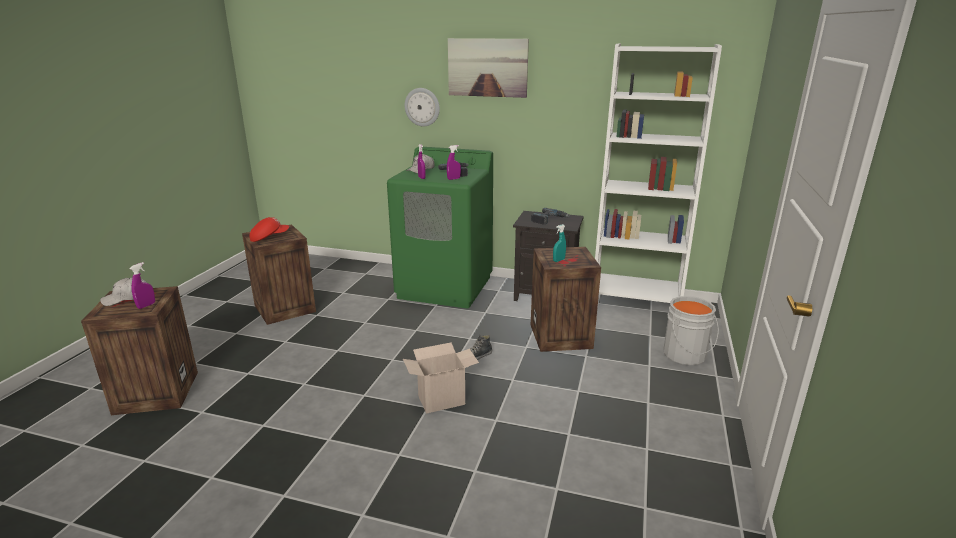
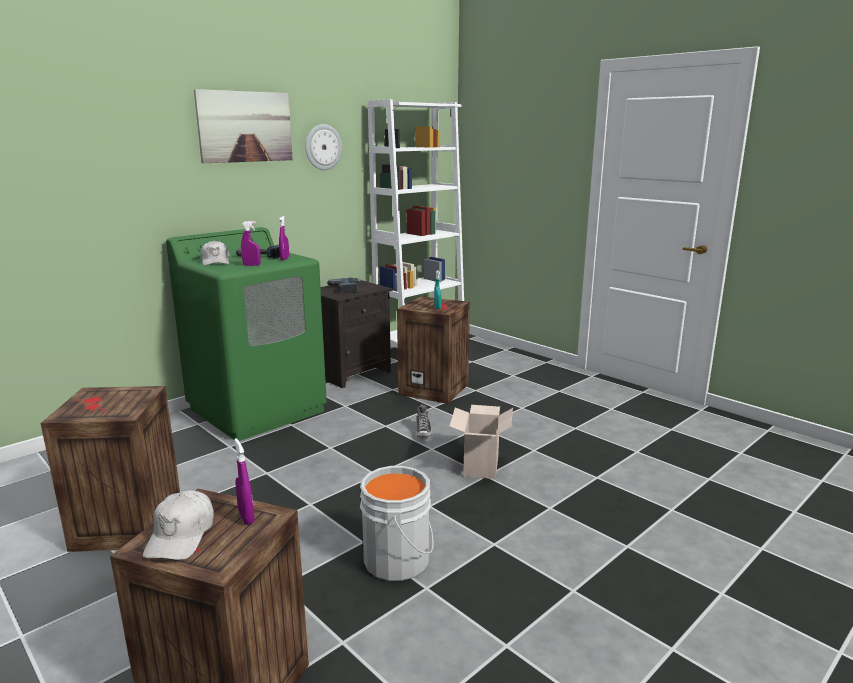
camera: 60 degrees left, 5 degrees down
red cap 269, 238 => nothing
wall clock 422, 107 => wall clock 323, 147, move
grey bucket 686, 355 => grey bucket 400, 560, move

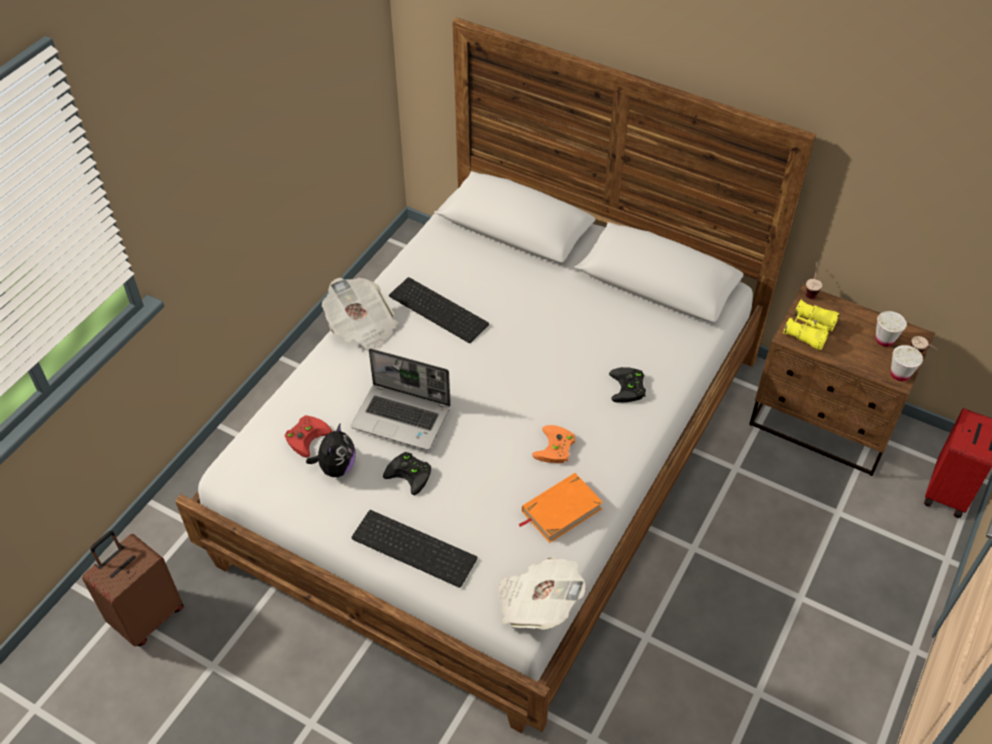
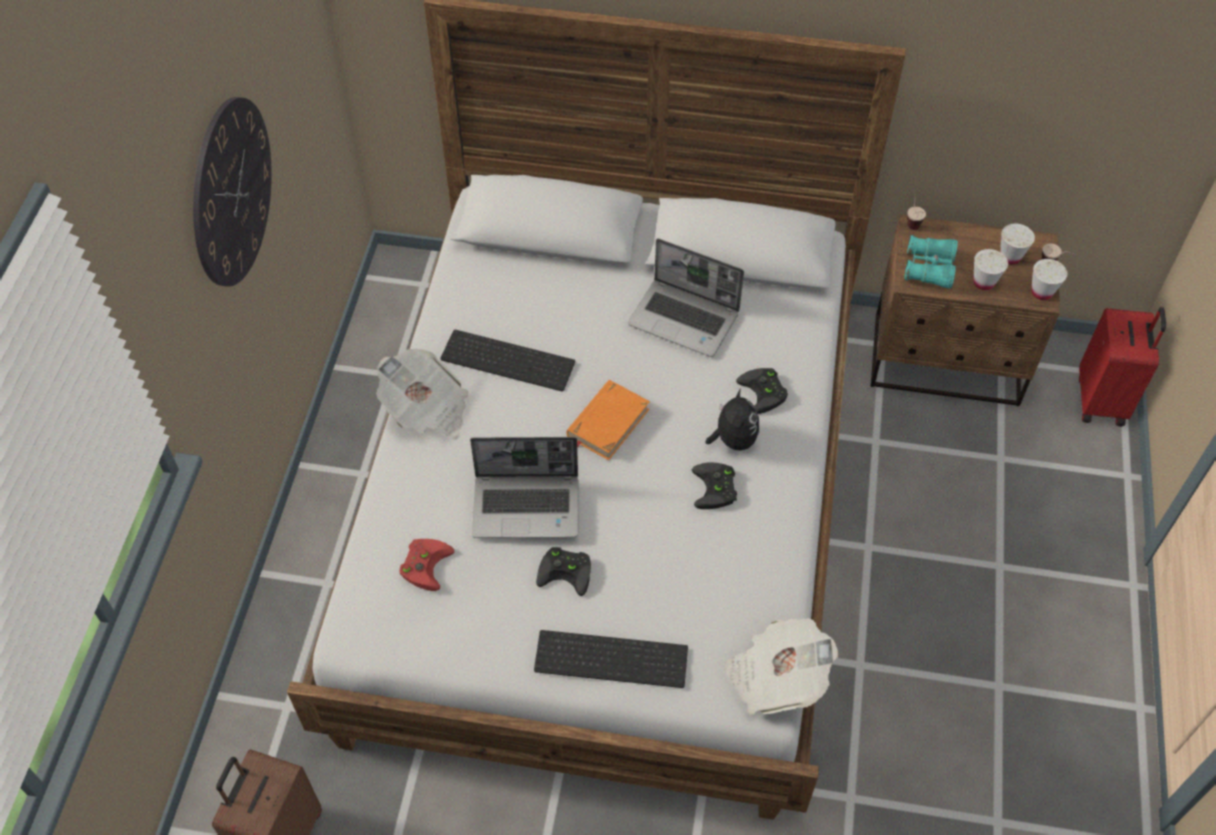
camera: 20 degrees left, 5 degrees up
nothing => wall clock 231, 192
nothing => laptop 685, 319
nothing => white cup 983, 282
plush toy 336, 467 => plush toy 733, 439, move
orange book 561, 510 => orange book 607, 423, move
orange game controller 555, 448 => black game controller 716, 489
yellow binoculars 809, 331 => turquoise binoculars 929, 268

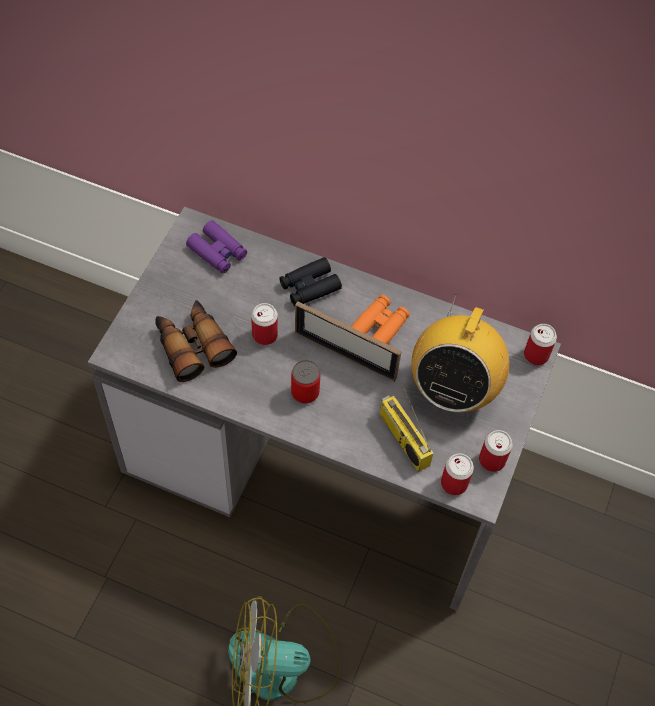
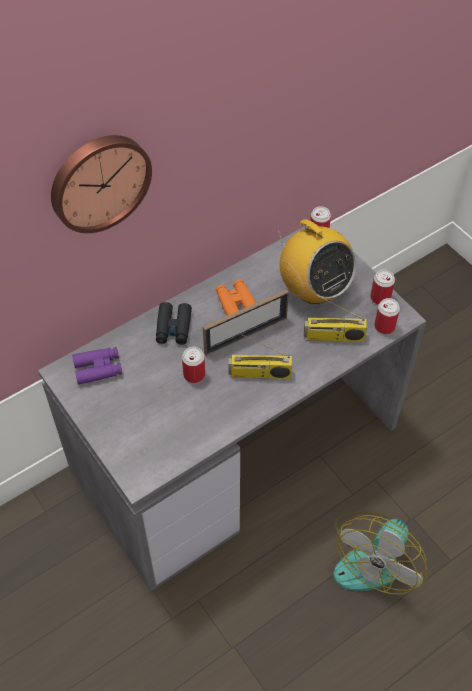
camera: 55 degrees left, 5 degrees down
binoculars 192, 345 => nothing
nothing => wall clock 99, 181
can 305, 392 => radio 259, 374

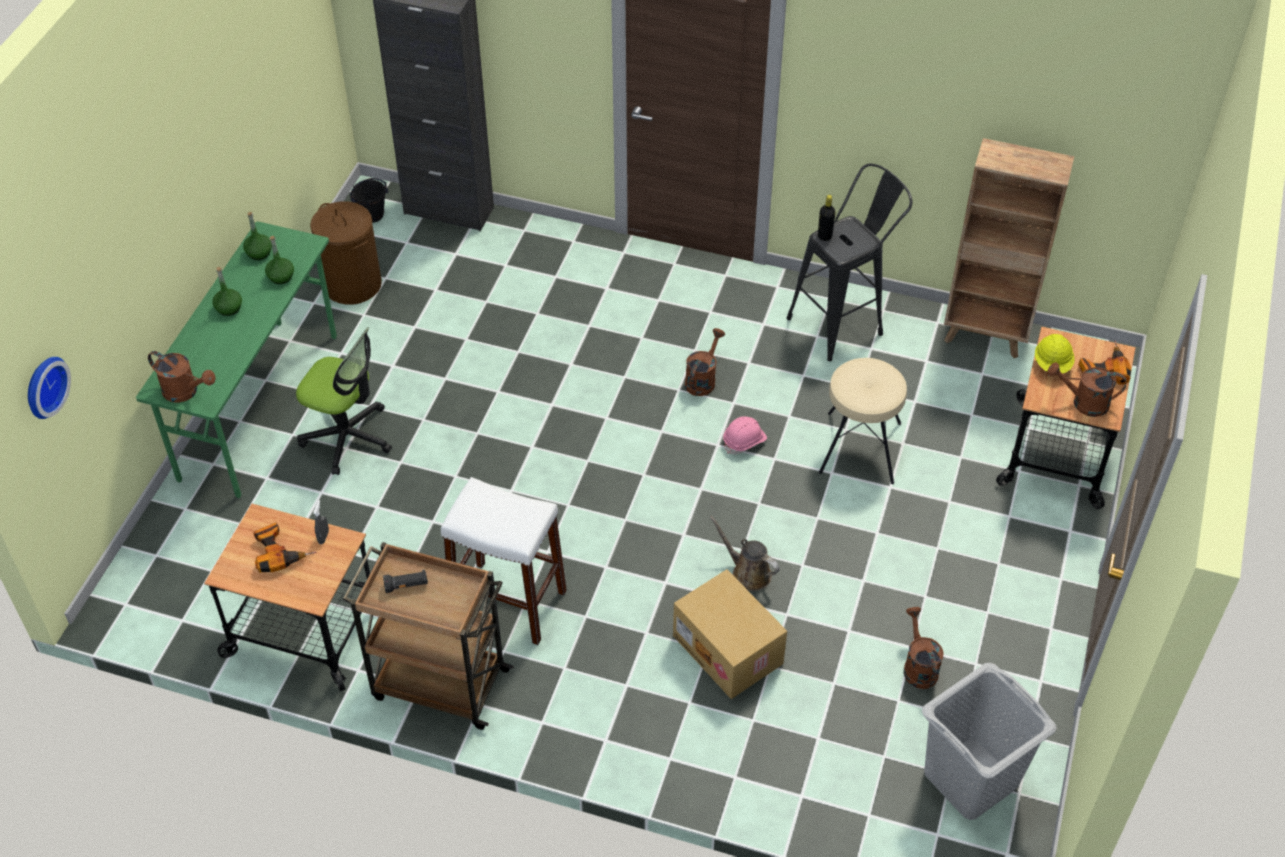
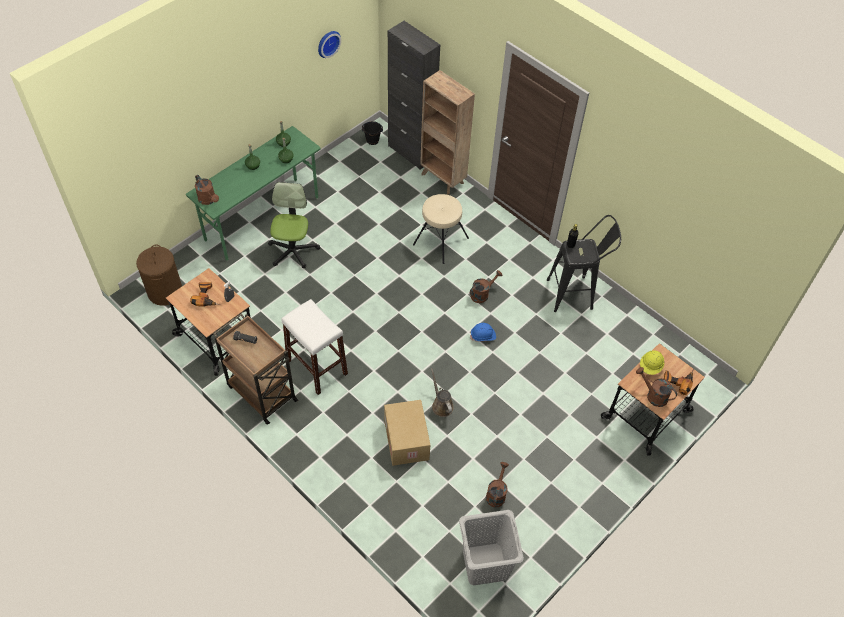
camera: 25 degrees right, 5 degrees up
wall clock 43, 386 => wall clock 327, 43, move
brown laundry basket 353, 285 => brown laundry basket 165, 292, move
beige stool 859, 447 => beige stool 440, 241, move
brown bookcase 986, 335 => brown bookcase 443, 179, move
pink hard hat 744, 441 => blue hard hat 483, 336
office chair 348, 437 => office chair 293, 251, 135 degrees counterclockwise

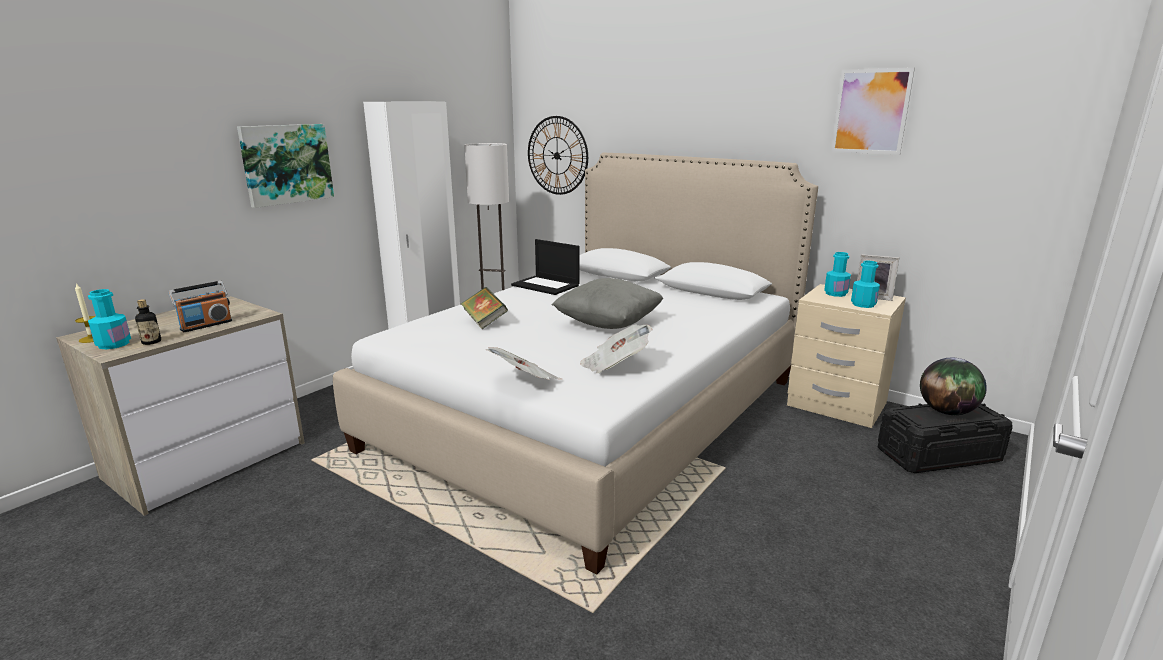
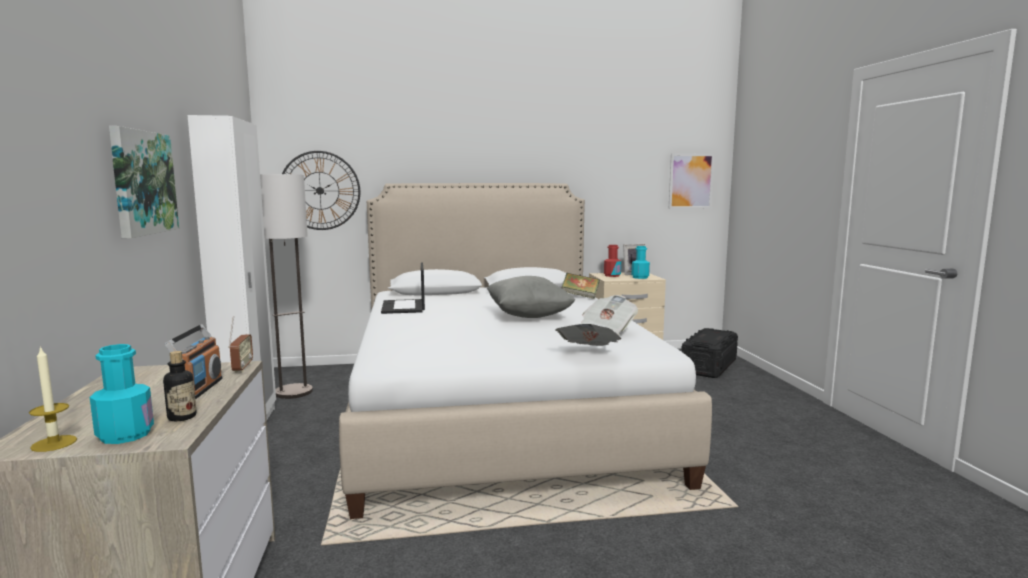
camera: 45 degrees left, 10 degrees down
globe 946, 412 => nothing
nothing => radio 242, 368
book 484, 321 => book 580, 296, move
picture 870, 111 => picture 691, 181, move
turquoise bottle 835, 293 => red bottle 612, 275
laptop 546, 285 => laptop 404, 307, 90 degrees clockwise

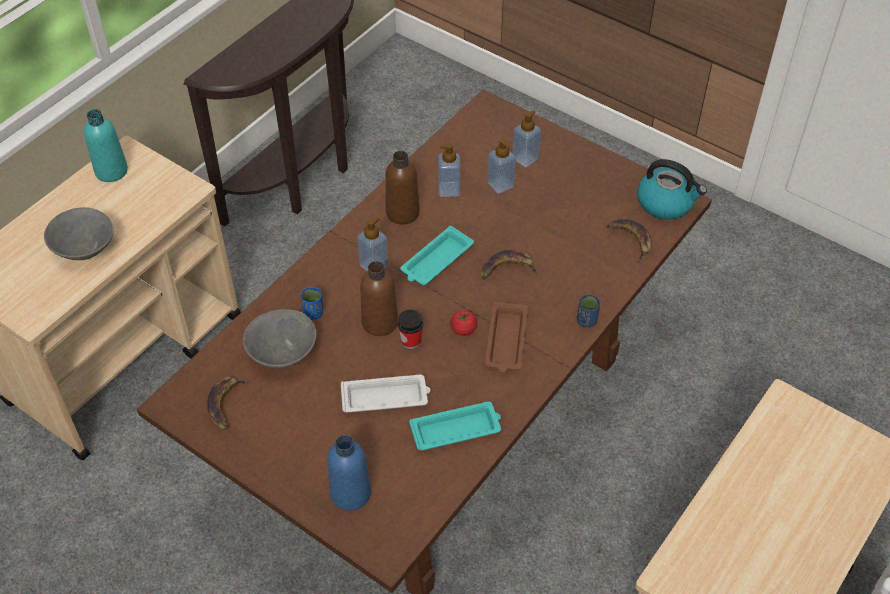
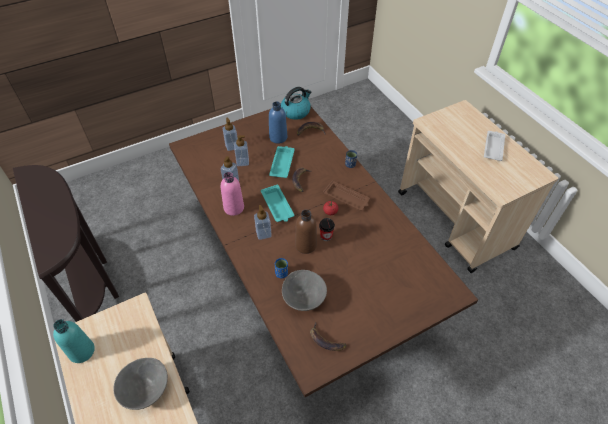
camera: 65 degrees left, 0 degrees up
blue bottle 350, 493 => blue bottle 278, 137, move
white tray 386, 397 => white tray 493, 147, move
turquoise tray 457, 429 => turquoise tray 282, 163, move
brown bottle 402, 213 => pink bottle 234, 208

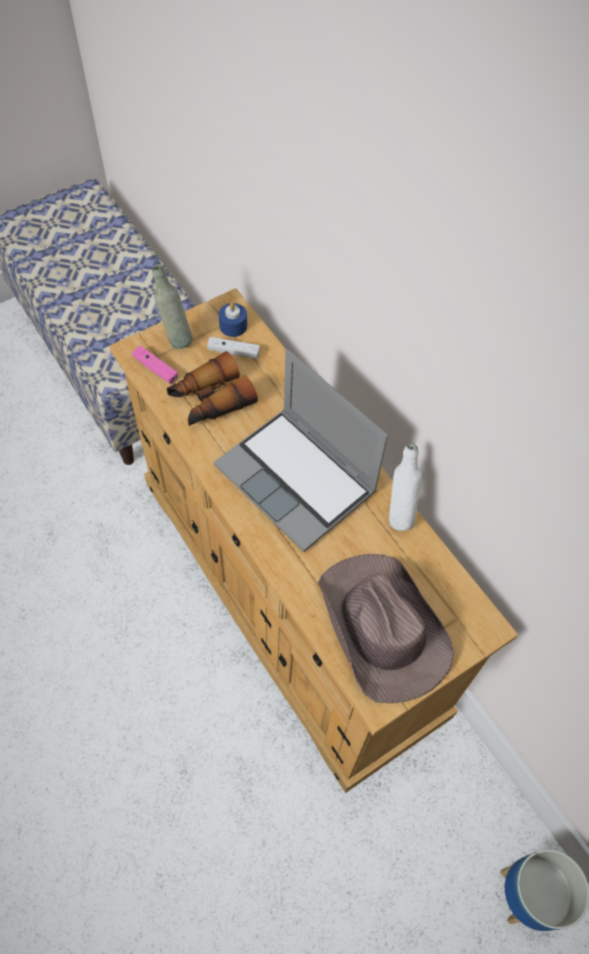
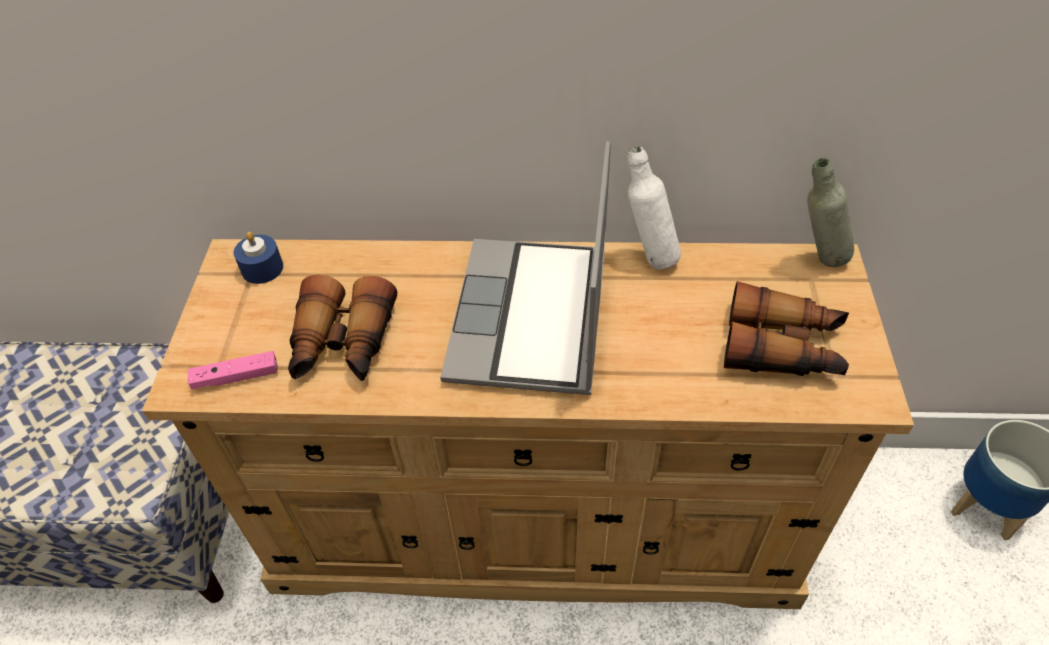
camera: 50 degrees left, 10 degrees down
white game controller 233, 352 => nothing
grey bottle 176, 338 => grey bottle 816, 260, move
brown hat 381, 628 => binoculars 783, 347
laptop 298, 479 => laptop 532, 320, 105 degrees clockwise

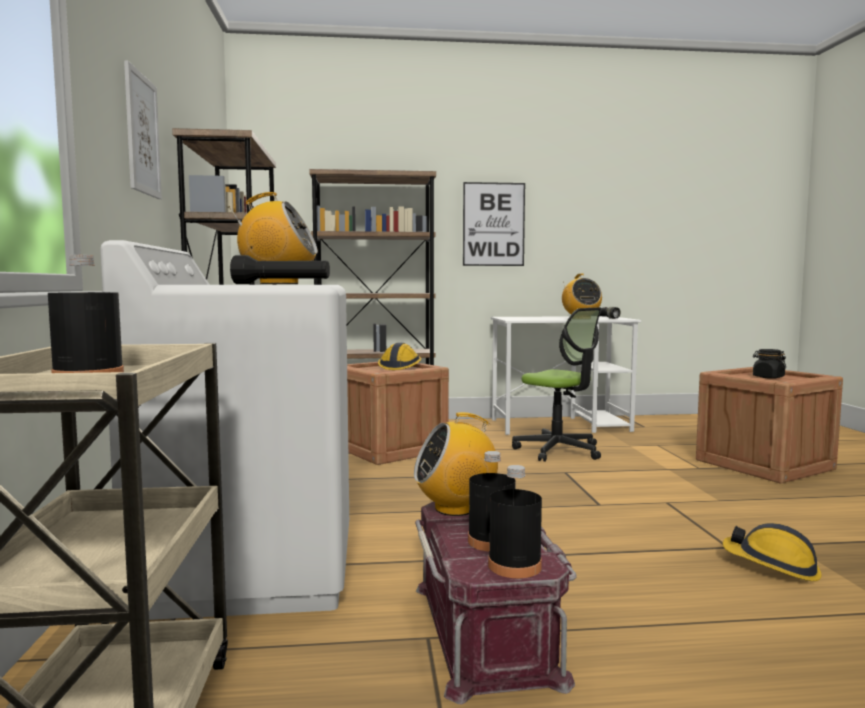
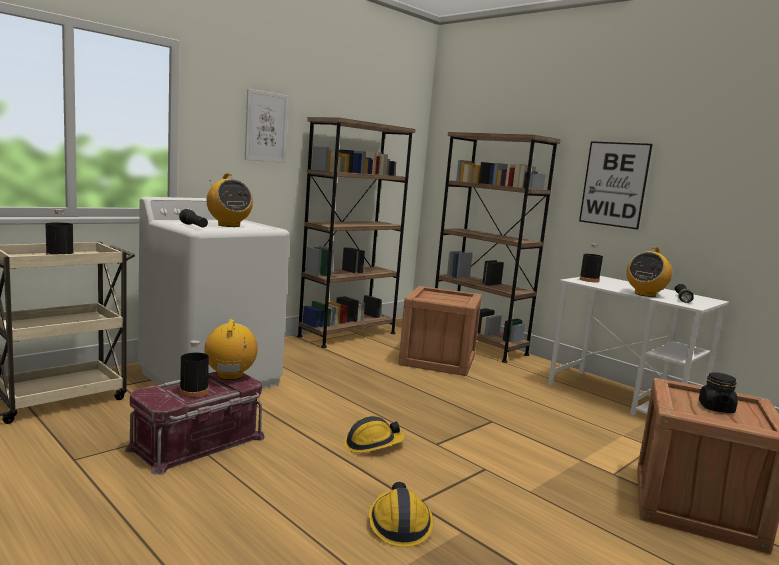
camera: 50 degrees right, 5 degrees up
office chair 558, 450 => nothing
hard hat 400, 367 => hard hat 372, 444, move
black bottle 514, 566 => black bottle 589, 280, move
radio 456, 508 => radio 230, 375, 45 degrees clockwise

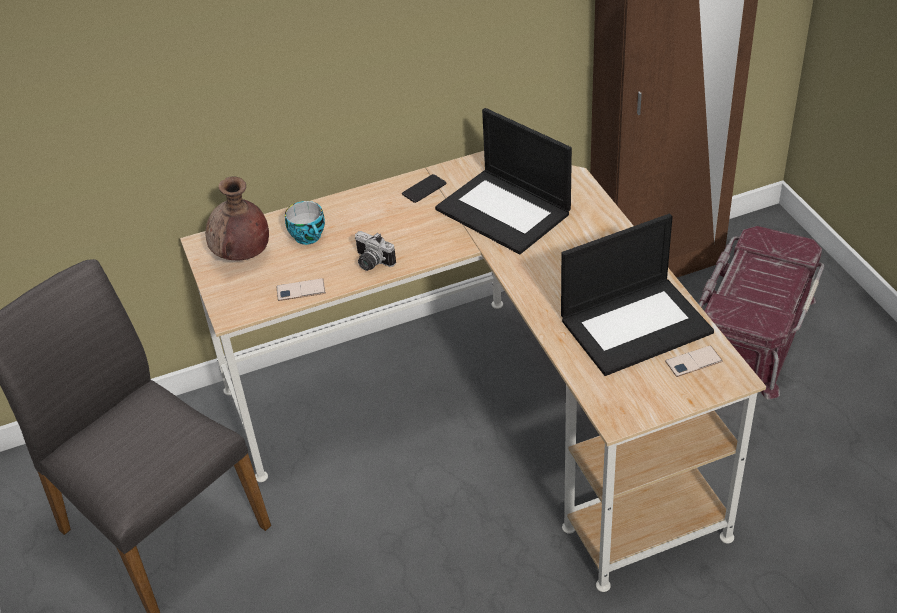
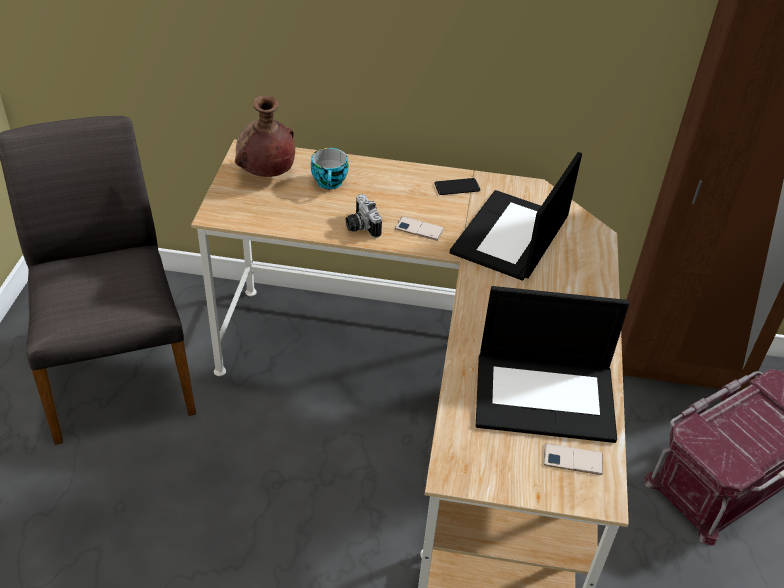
camera: 25 degrees right, 0 degrees up
phone 301, 290 => phone 419, 229, move
laptop 505, 211 => laptop 511, 237, 45 degrees clockwise

